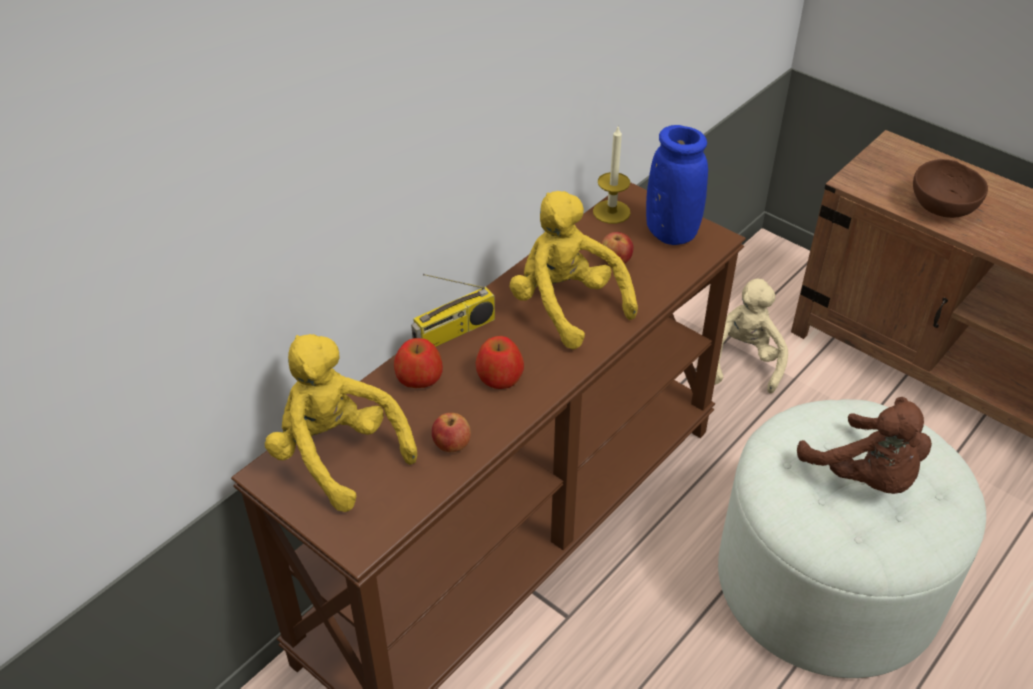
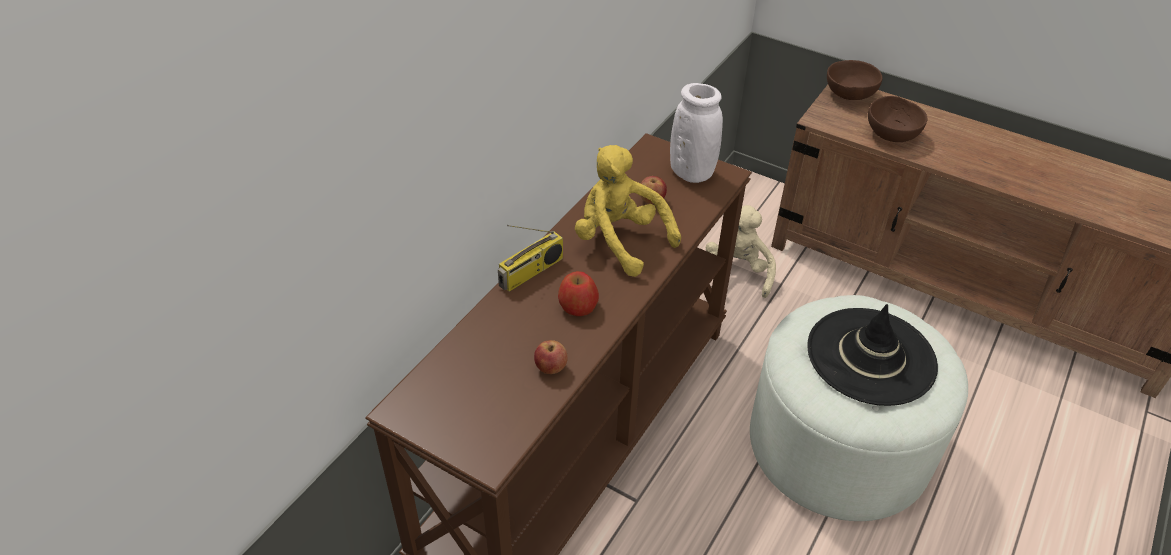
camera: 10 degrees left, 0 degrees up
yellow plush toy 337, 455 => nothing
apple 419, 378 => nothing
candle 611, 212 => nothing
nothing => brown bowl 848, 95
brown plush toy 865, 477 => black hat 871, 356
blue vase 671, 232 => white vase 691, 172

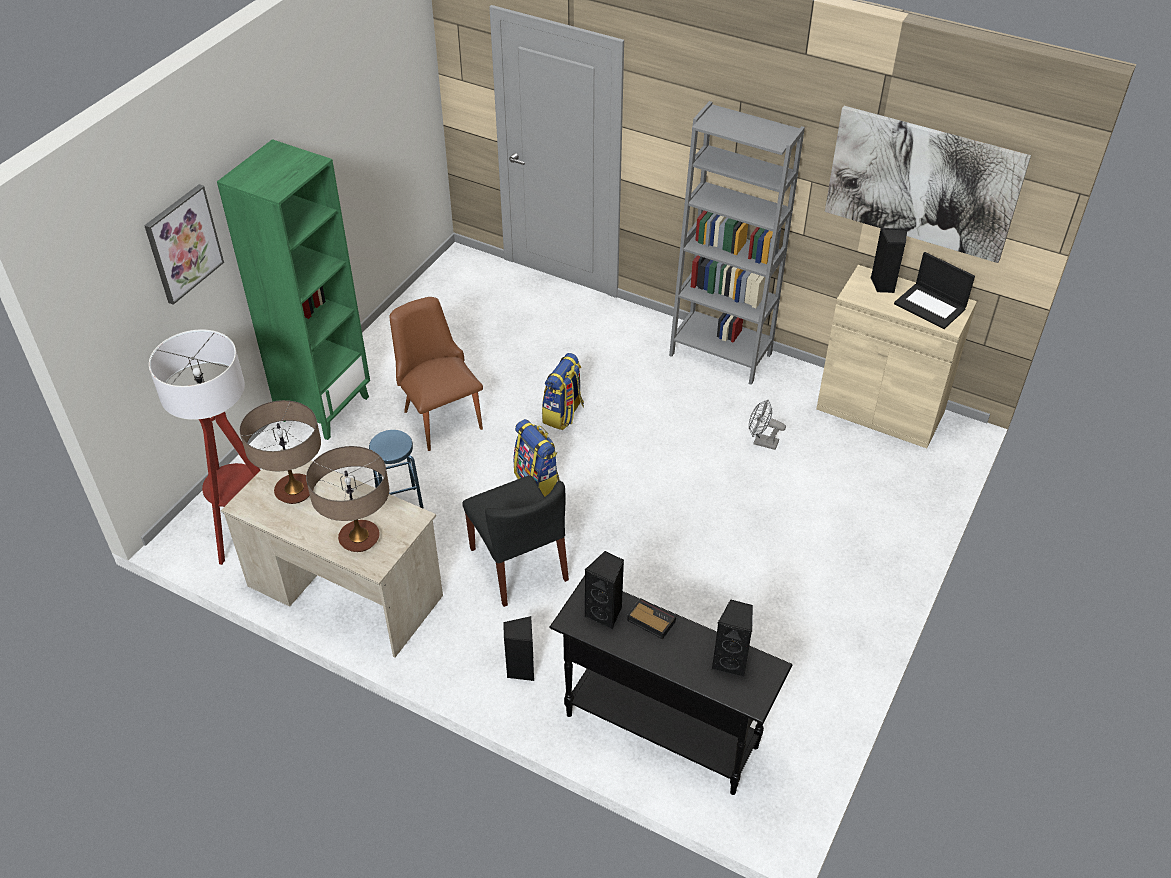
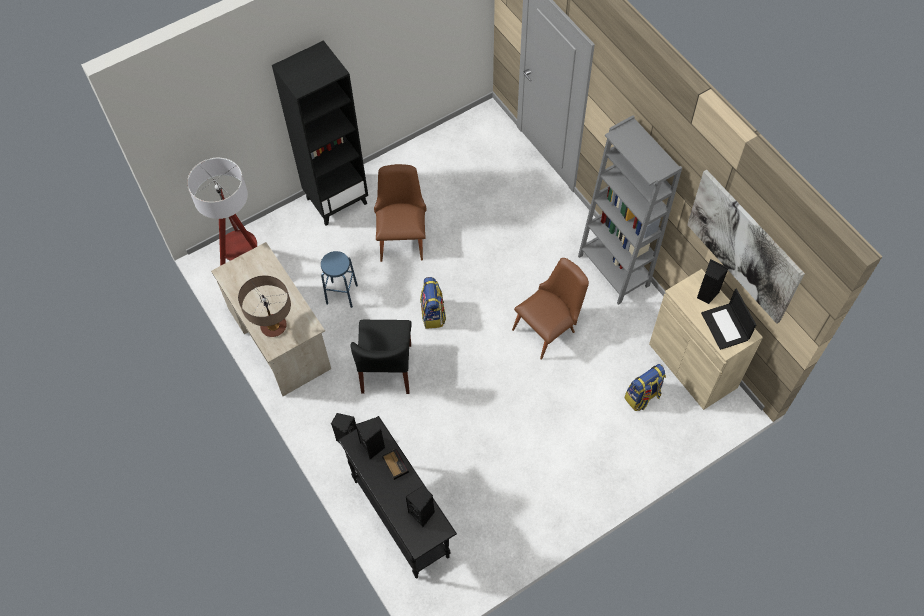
camera: 30 degrees right, 15 degrees up
picture 183, 243 => nothing
table lamp 294, 491 => nothing
grey fan 761, 442 => nothing
nothing => brown chair 549, 328
backpack 563, 414 => backpack 642, 397, move
green bookcase 325, 408 => black bookcase 337, 200

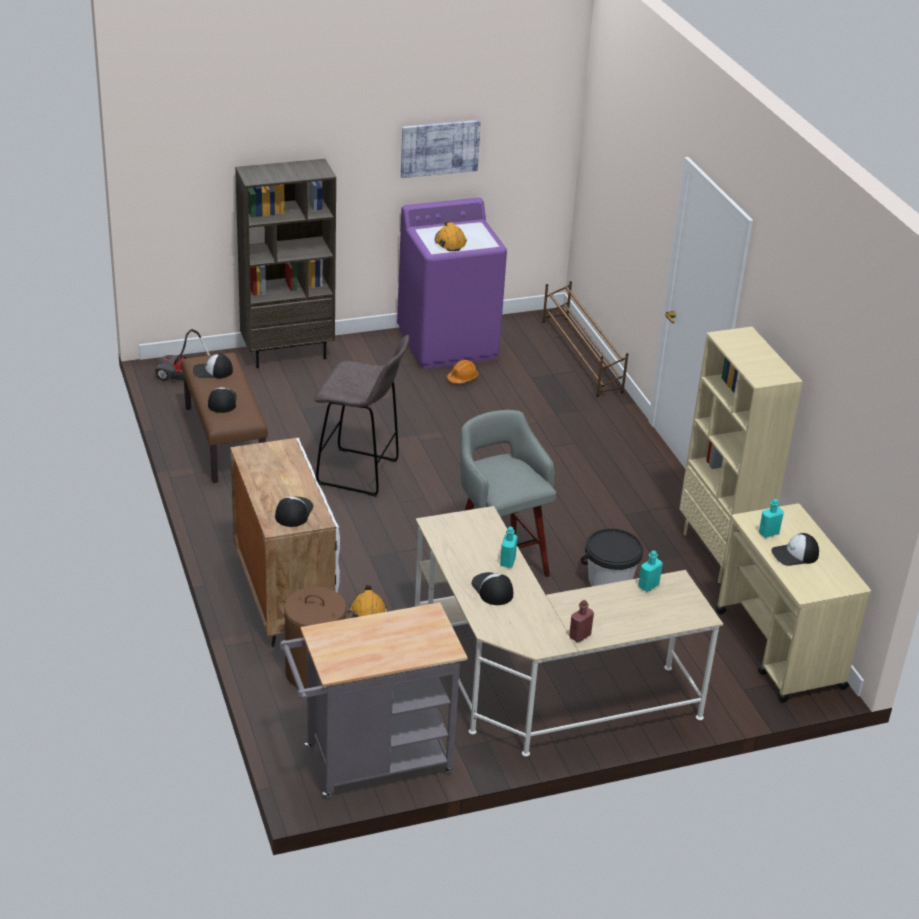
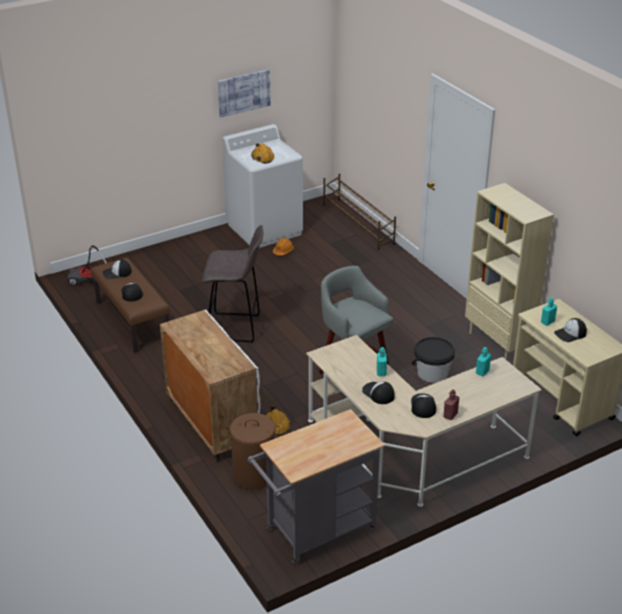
camera: 10 degrees left, 0 degrees up
brown bookcase 288, 354 => nothing
cap 293, 512 => cap 423, 406, move
purple washing machine 448, 344 => white washing machine 265, 229

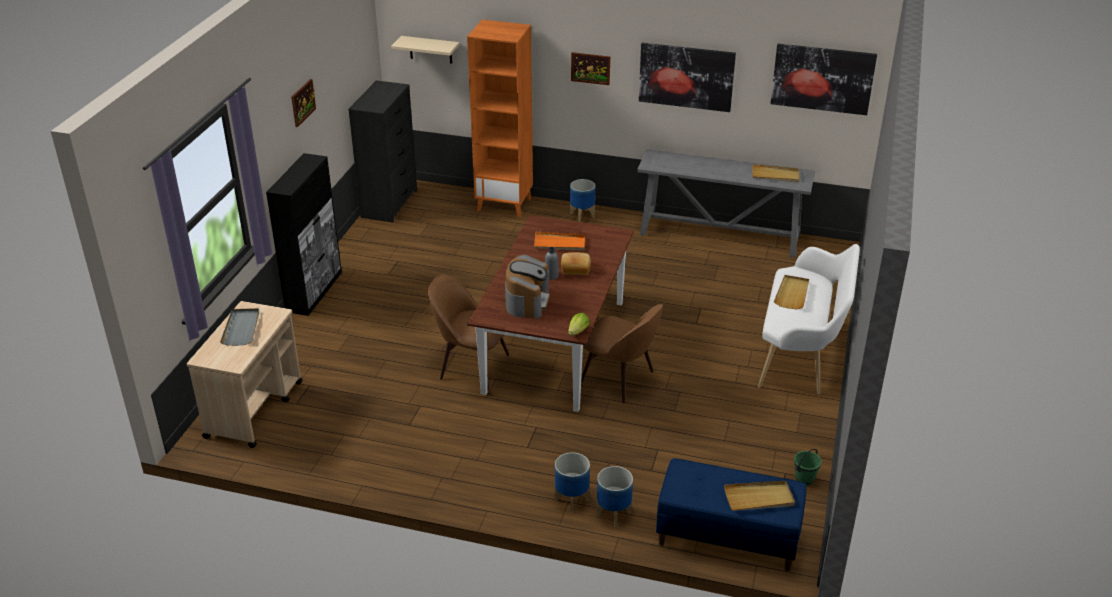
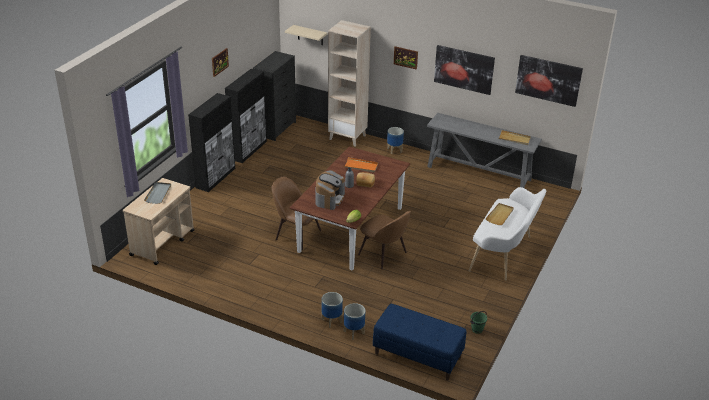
camera: 10 degrees right, 0 degrees up
beige tray 759, 498 => nothing
nothing => black cabinet 248, 150
orange bookcase 505, 204 => beige bookcase 348, 137

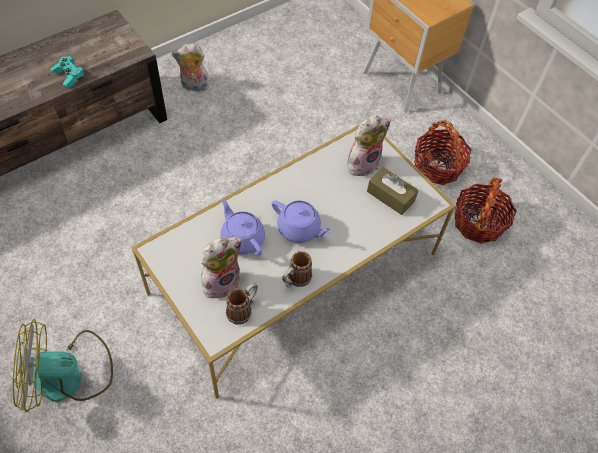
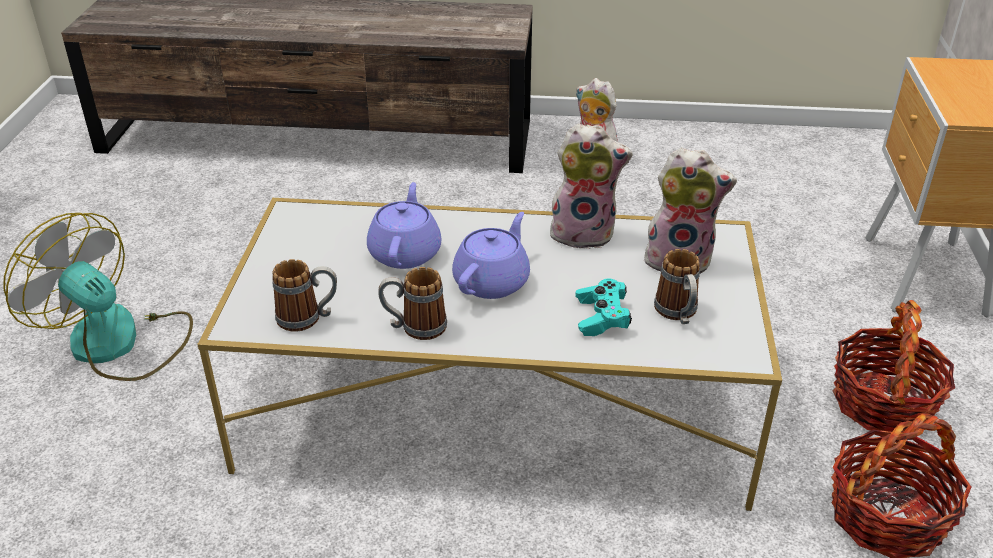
camera: 45 degrees right, 20 degrees down
turquoise game controller 69, 76 => turquoise game controller 602, 317, move
plush toy 221, 281 => plush toy 584, 233, move
brown tissue box 390, 196 => mug 678, 314
purple teapot 299, 229 => purple teapot 492, 281, 135 degrees counterclockwise

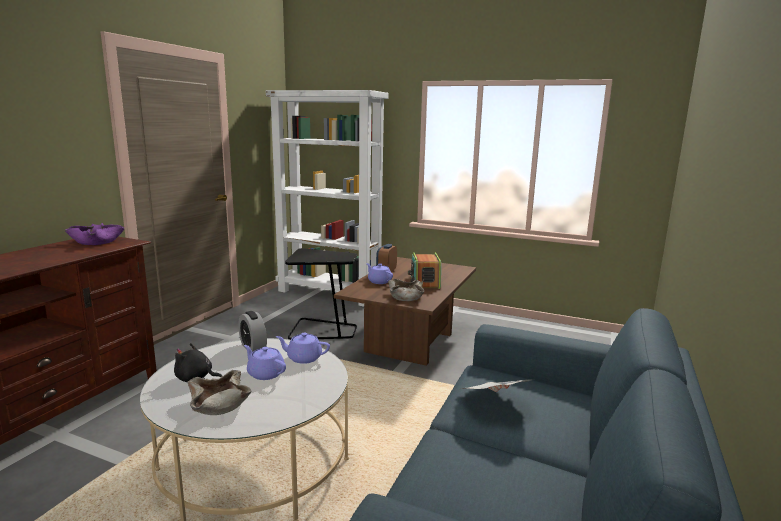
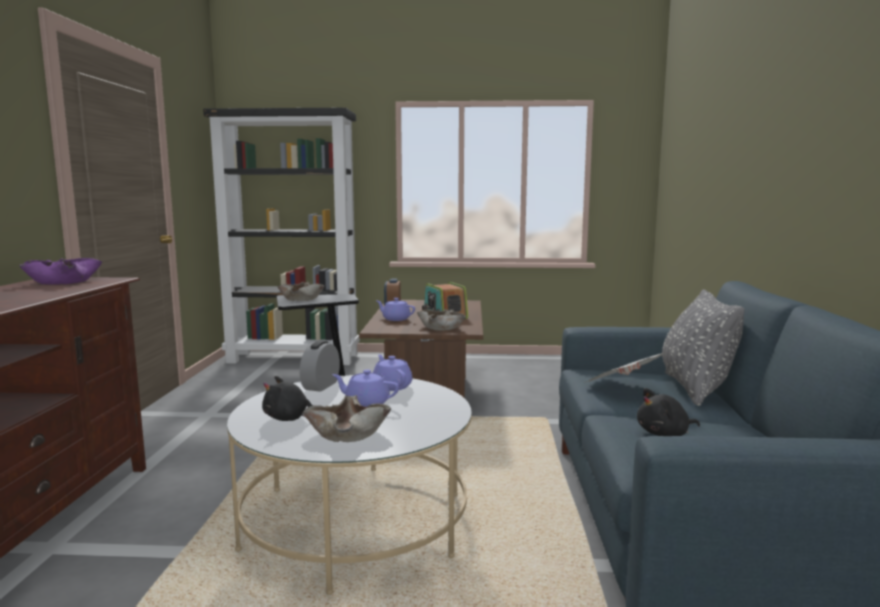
camera: 20 degrees left, 5 degrees down
nothing => beige bowl 301, 299
nothing => black plush toy 665, 434
nothing => grey pillow 695, 389
white bookcase 330, 293 => black bookcase 294, 358
alarm clock 253, 347 => alarm clock 321, 386, 75 degrees clockwise
purple teapot 303, 358 => purple teapot 391, 386, 75 degrees clockwise

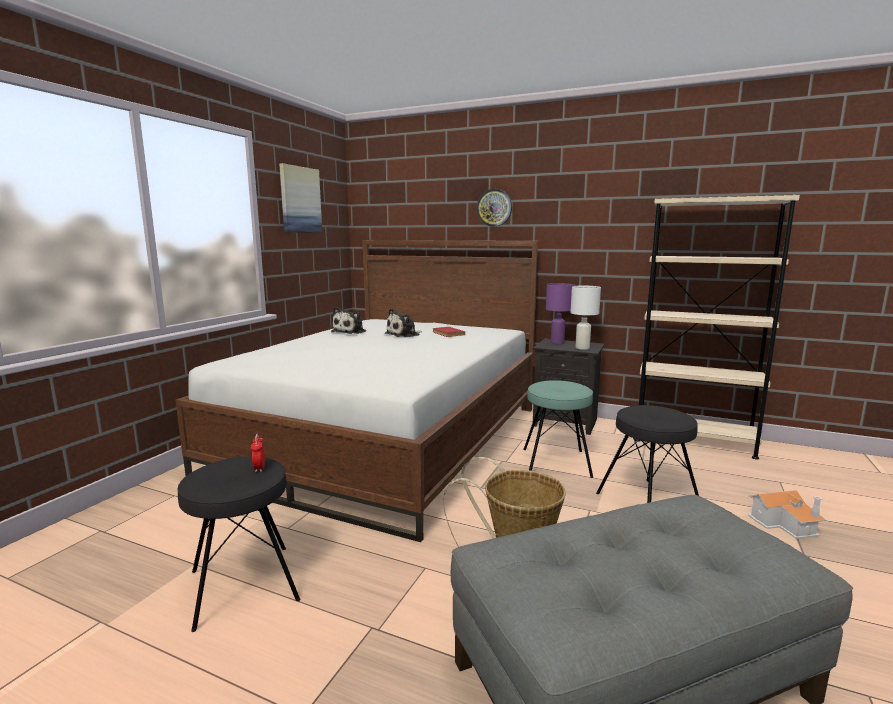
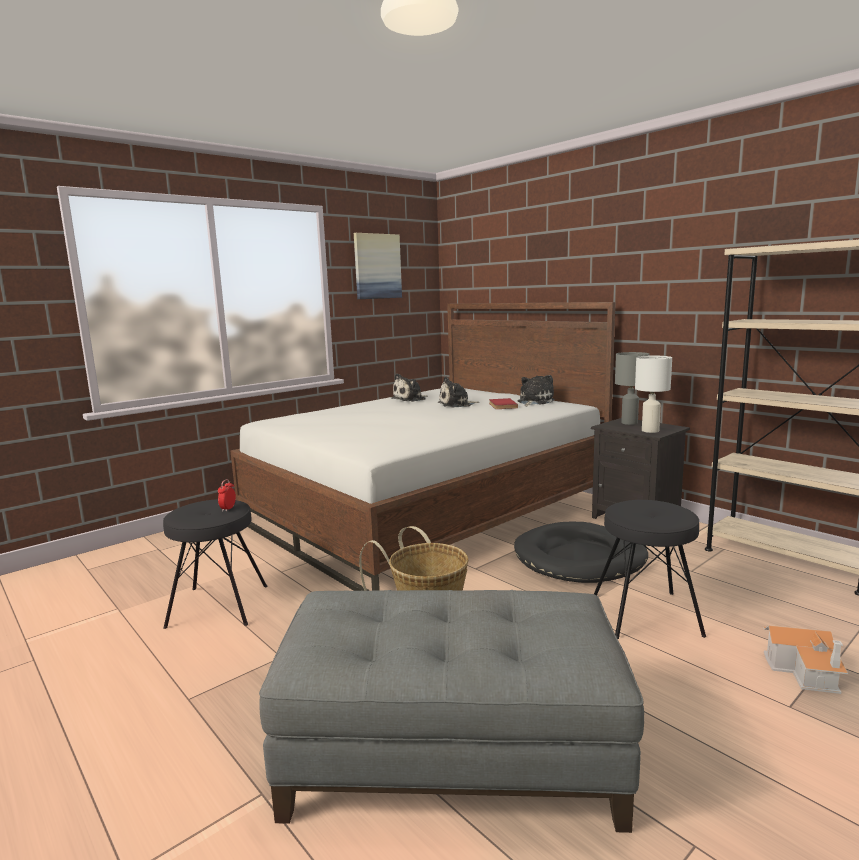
camera: 25 degrees right, 0 degrees up
wall clock 494, 208 => nothing
nothing => plush toy 534, 402
turquoise stool 556, 462 => black dog bed 580, 558
purple table lamp 557, 342 => grey table lamp 629, 423

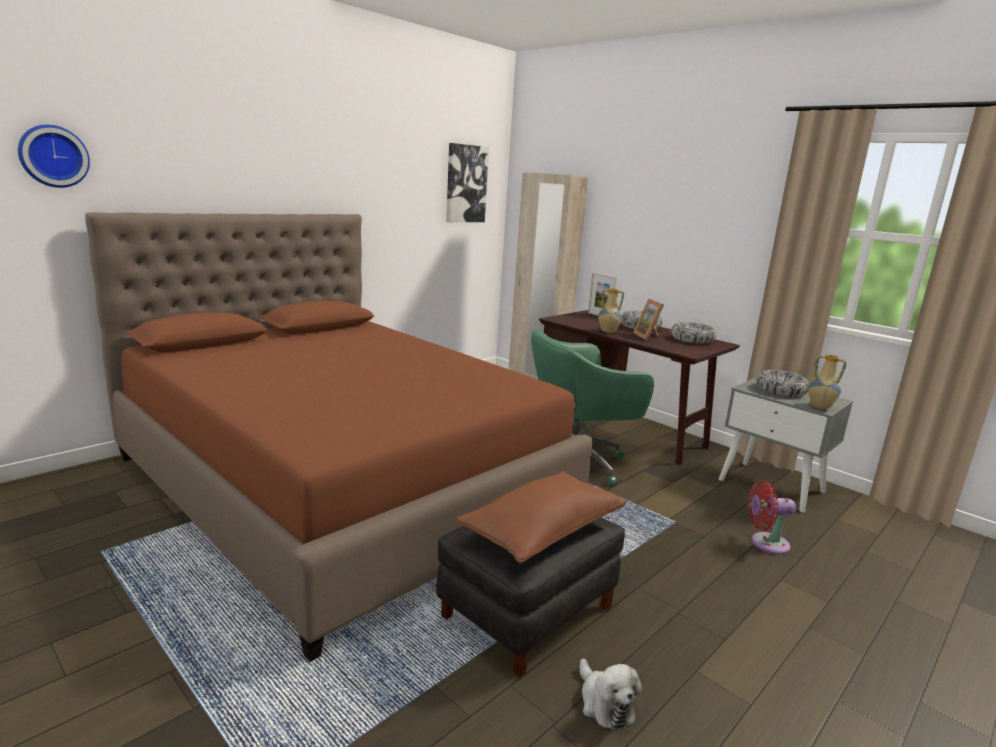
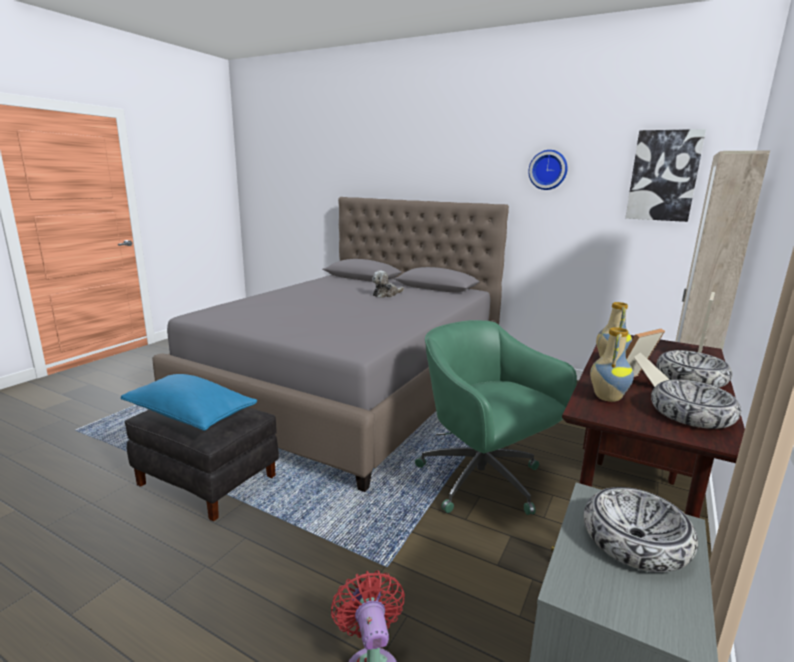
camera: 75 degrees right, 0 degrees up
wall clock 53, 156 => wall clock 548, 170, move
plush toy 604, 703 => plush toy 386, 295, move
vase 819, 407 => vase 606, 397, move
brown bed 341, 485 => grey bed 352, 388
brown pillow 542, 532 => blue pillow 190, 416

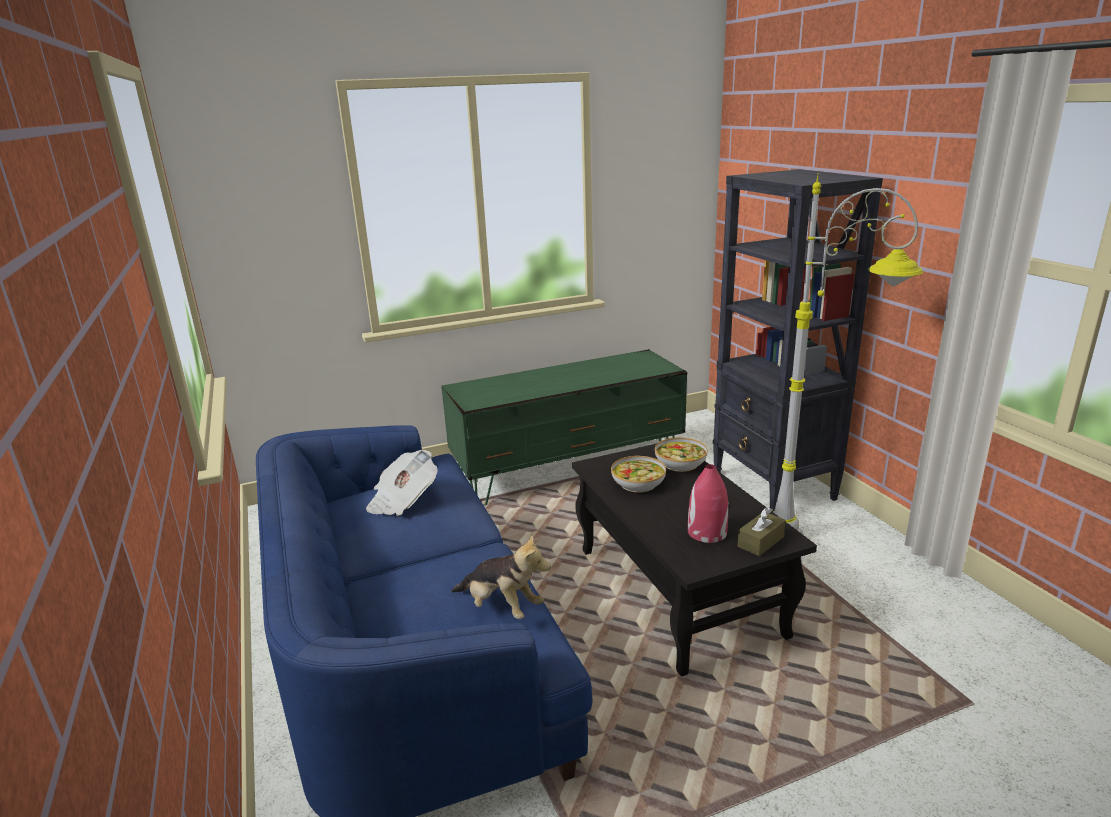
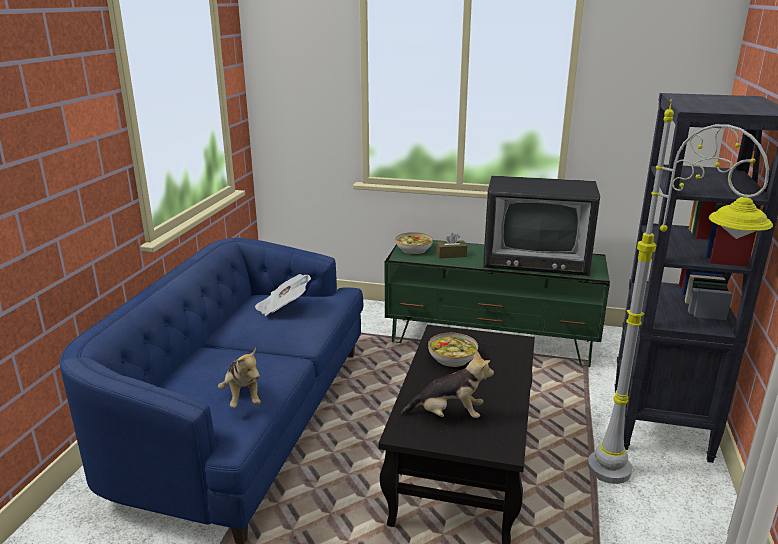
camera: 35 degrees right, 0 degrees up
nothing => television 536, 260
bowl 680, 463 => bowl 414, 249, move
brown tissue box 760, 542 => brown tissue box 451, 255, move
red vase 706, 532 => plush toy 448, 415

